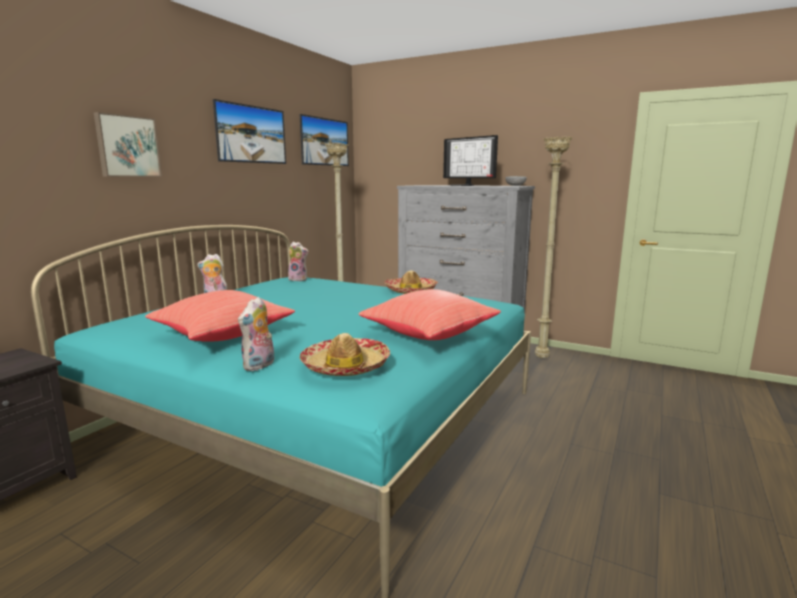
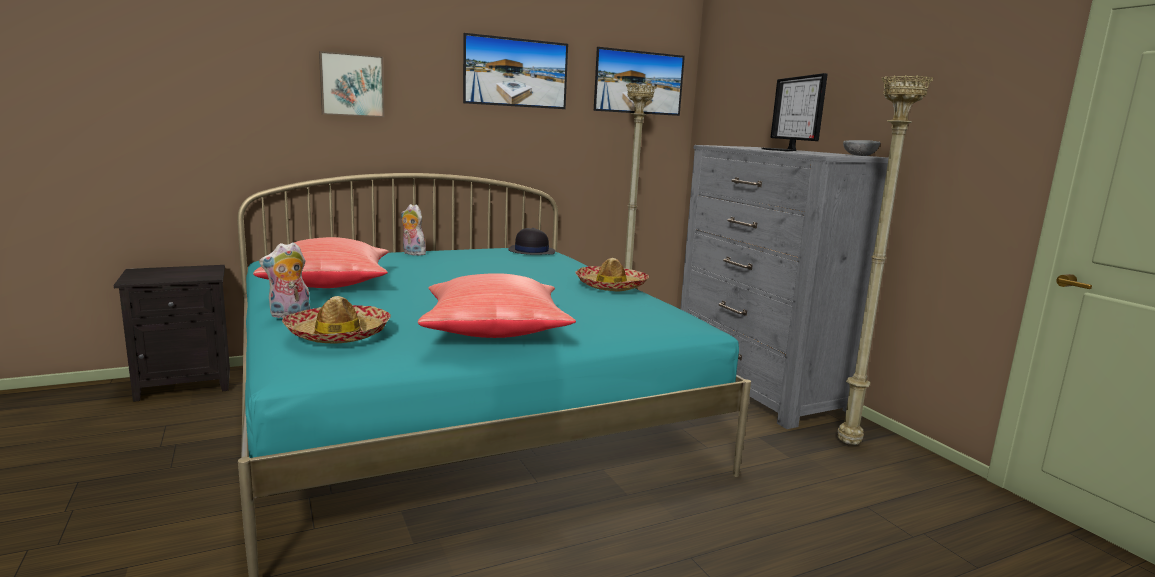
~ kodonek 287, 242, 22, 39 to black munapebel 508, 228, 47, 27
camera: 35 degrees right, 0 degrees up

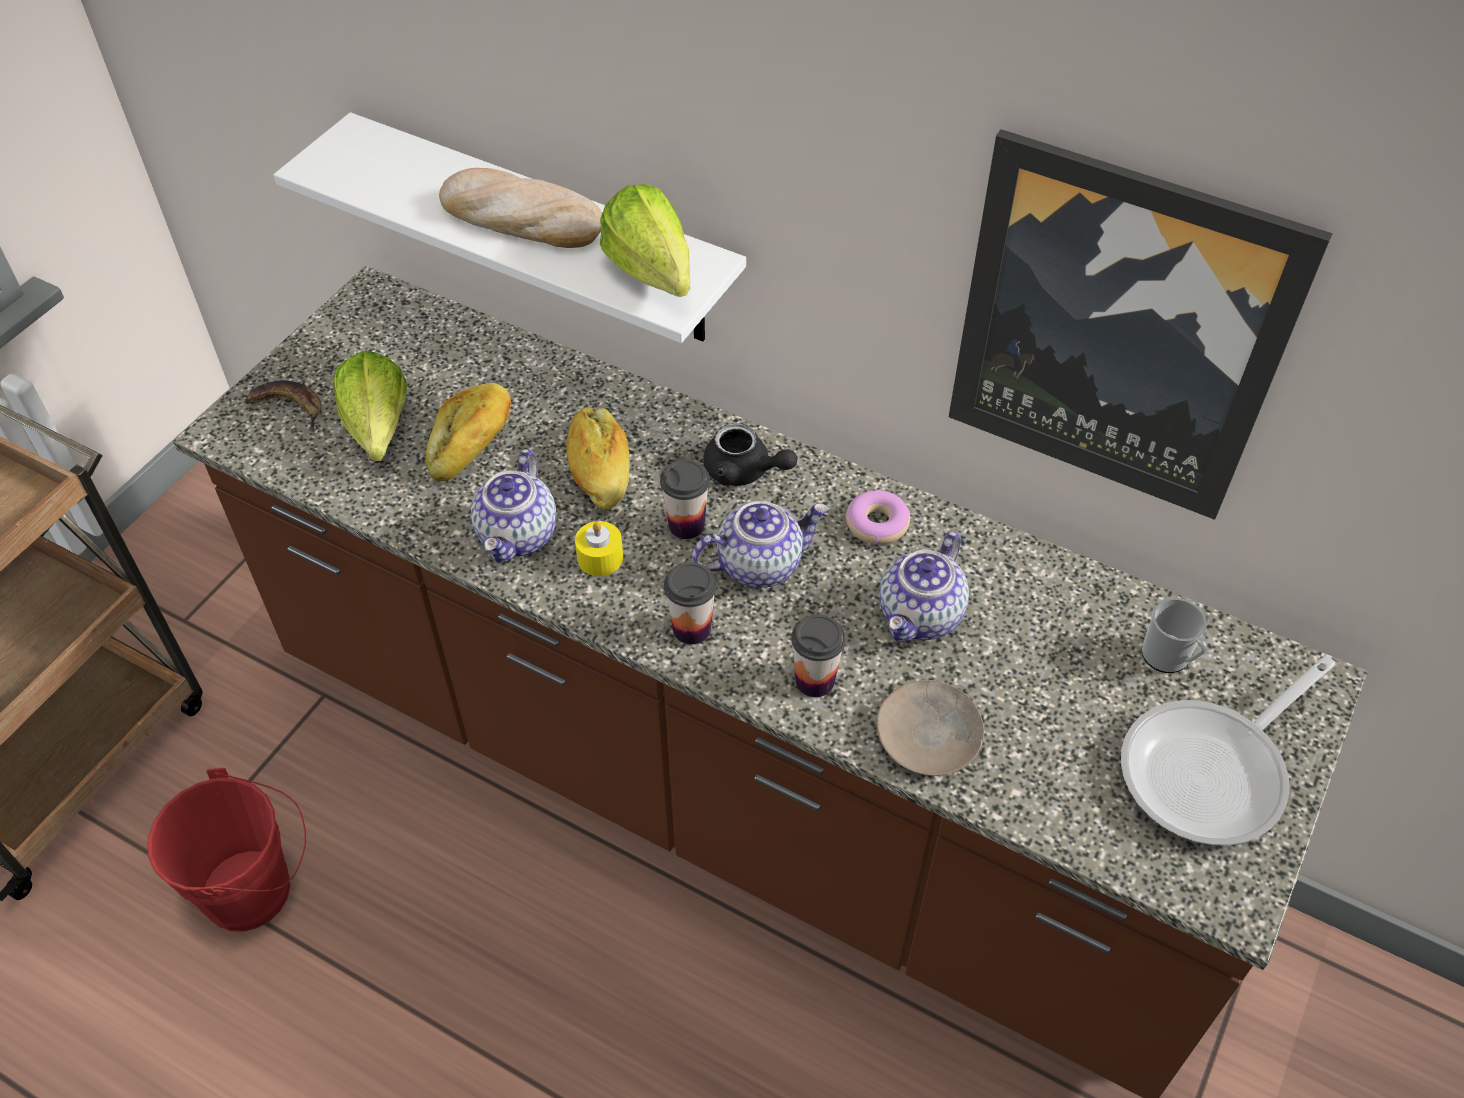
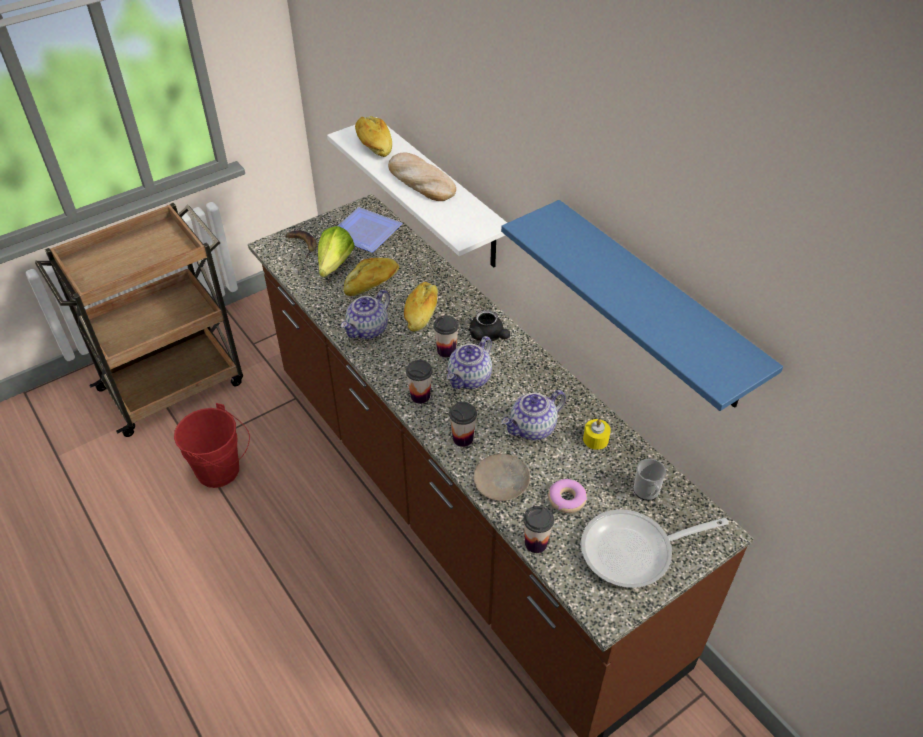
- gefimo 600, 184, 90, 113
+ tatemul 338, 207, 65, 46
+ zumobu 355, 116, 37, 41
+ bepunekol 523, 506, 31, 47
~ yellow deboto 575, 521, 48, 55 to 583, 419, 28, 31
~ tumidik 845, 490, 65, 55 to 548, 479, 39, 34
~ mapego 949, 129, 384, 391 to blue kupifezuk 501, 200, 282, 211
~ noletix 692, 501, 137, 87 = 447, 336, 45, 53 120 degrees clockwise
camera: 25 degrees right, 5 degrees down

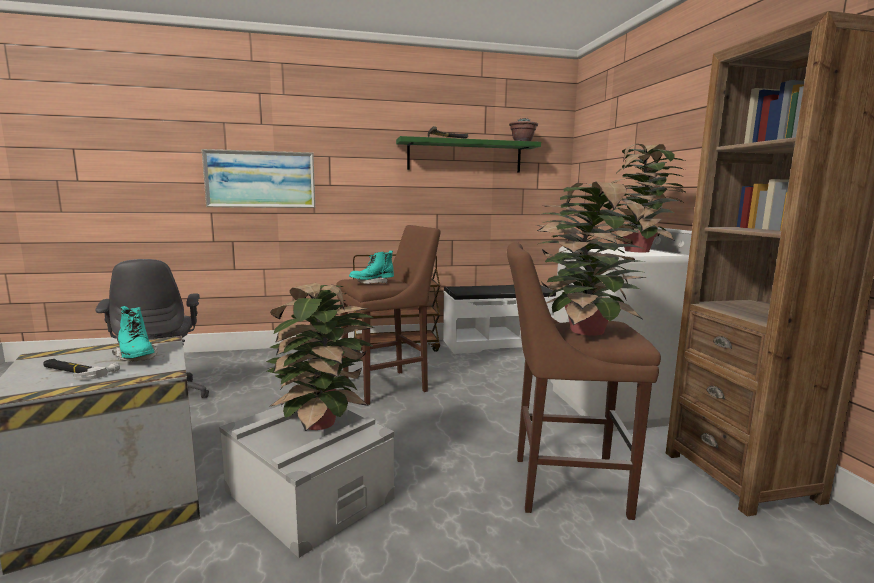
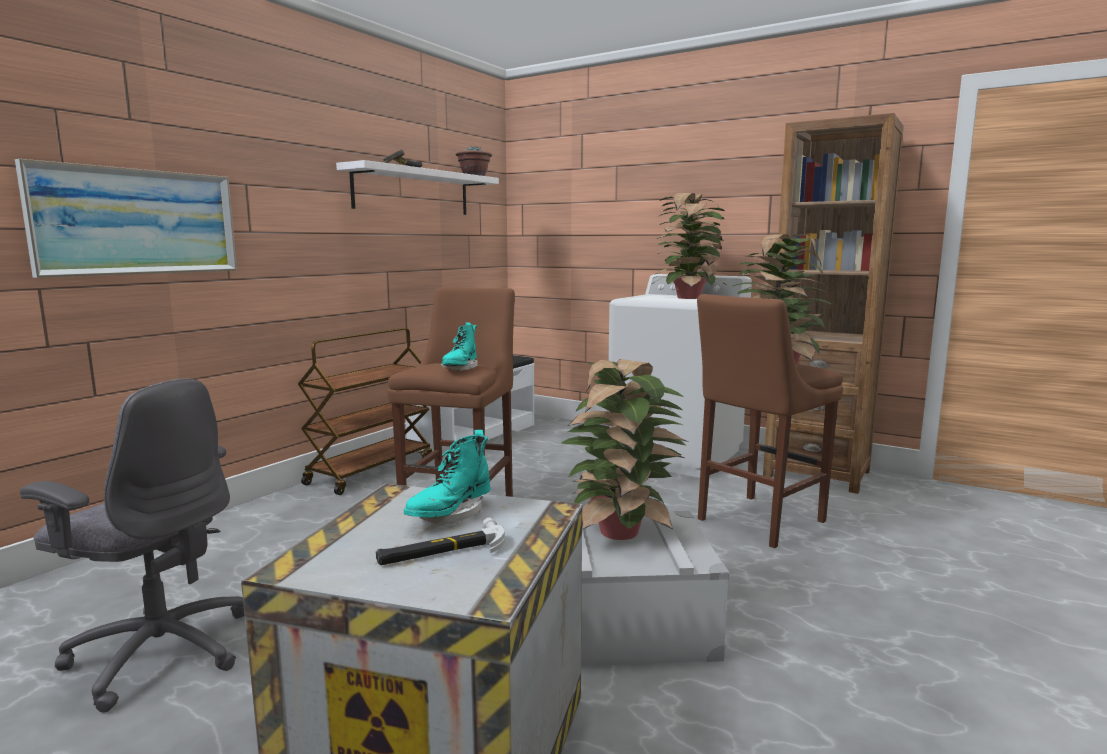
~ green kupifezuk 396, 136, 145, 37 to white kupifezuk 336, 160, 163, 55
~ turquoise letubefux 112, 306, 46, 56 = 404, 430, 86, 94 120 degrees clockwise
camera: 45 degrees left, 0 degrees up

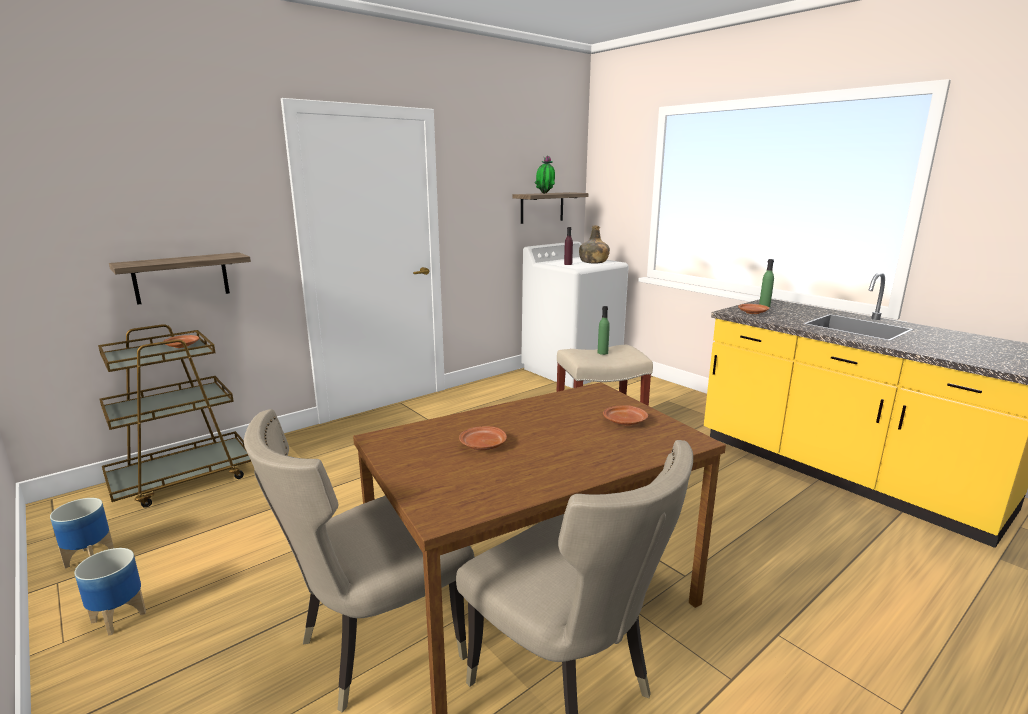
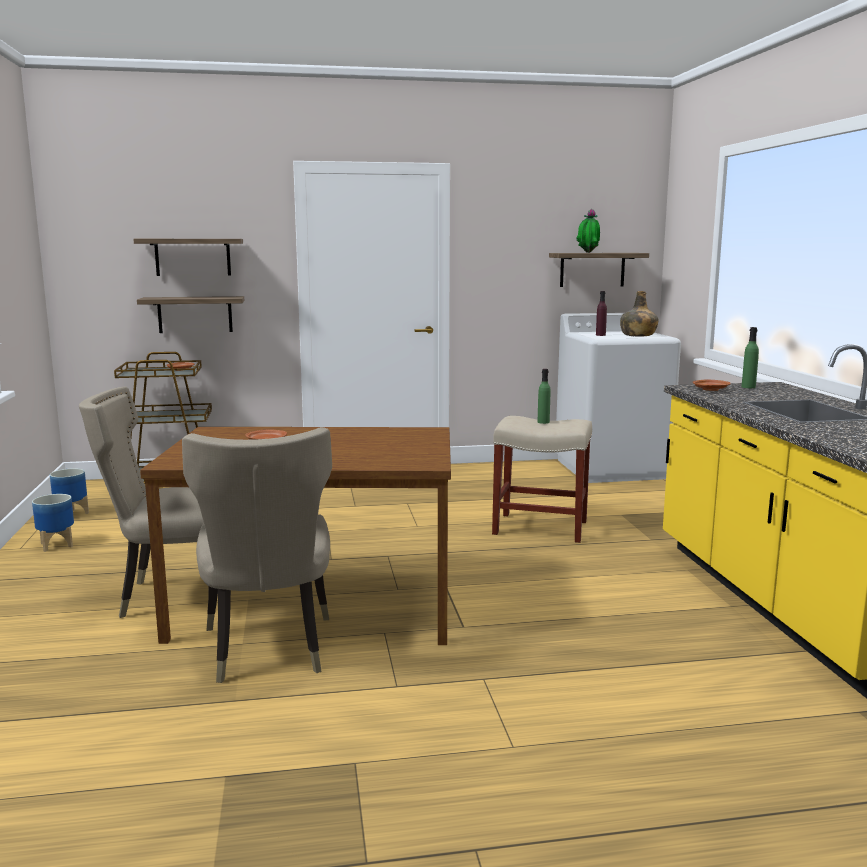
- brown tatemul 603, 405, 45, 21
+ kupifezuk 133, 239, 110, 37
camera: 30 degrees right, 5 degrees down

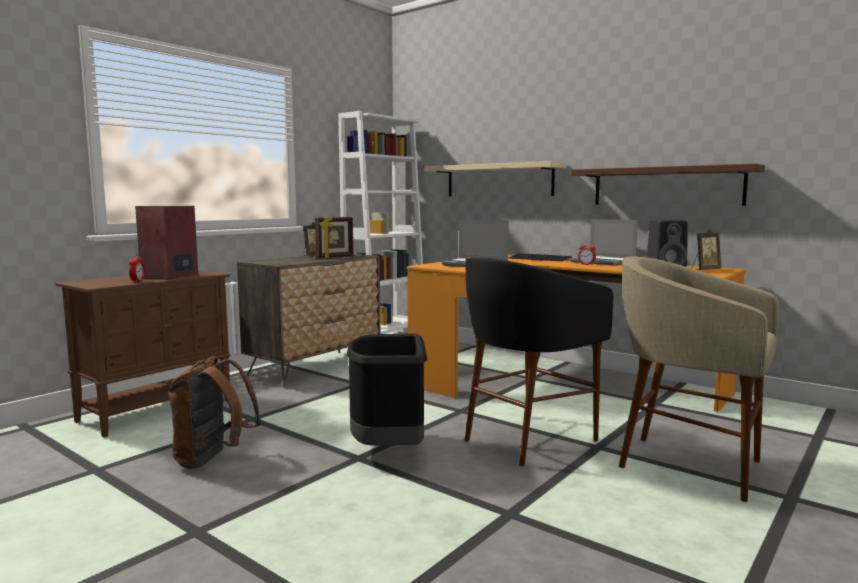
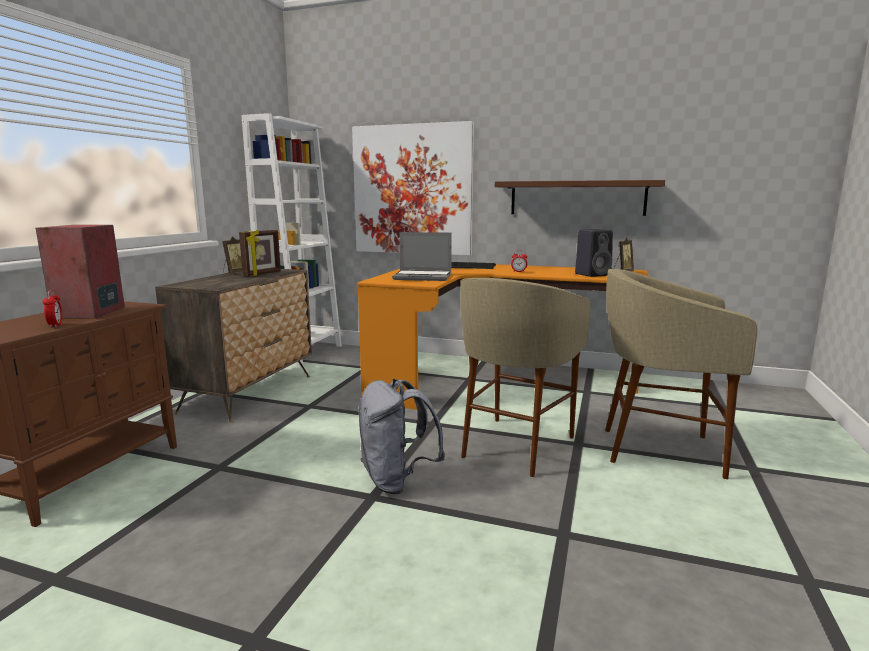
- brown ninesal 168, 356, 94, 113
- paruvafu 569, 219, 69, 47
~ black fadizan 347, 334, 80, 112 to grey ninesal 358, 379, 87, 115
~ beige kupifezuk 424, 161, 142, 35 to mapego 352, 121, 122, 134
~ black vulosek 465, 258, 148, 208 to beige vulosek 460, 278, 130, 199
camera: 20 degrees left, 5 degrees up

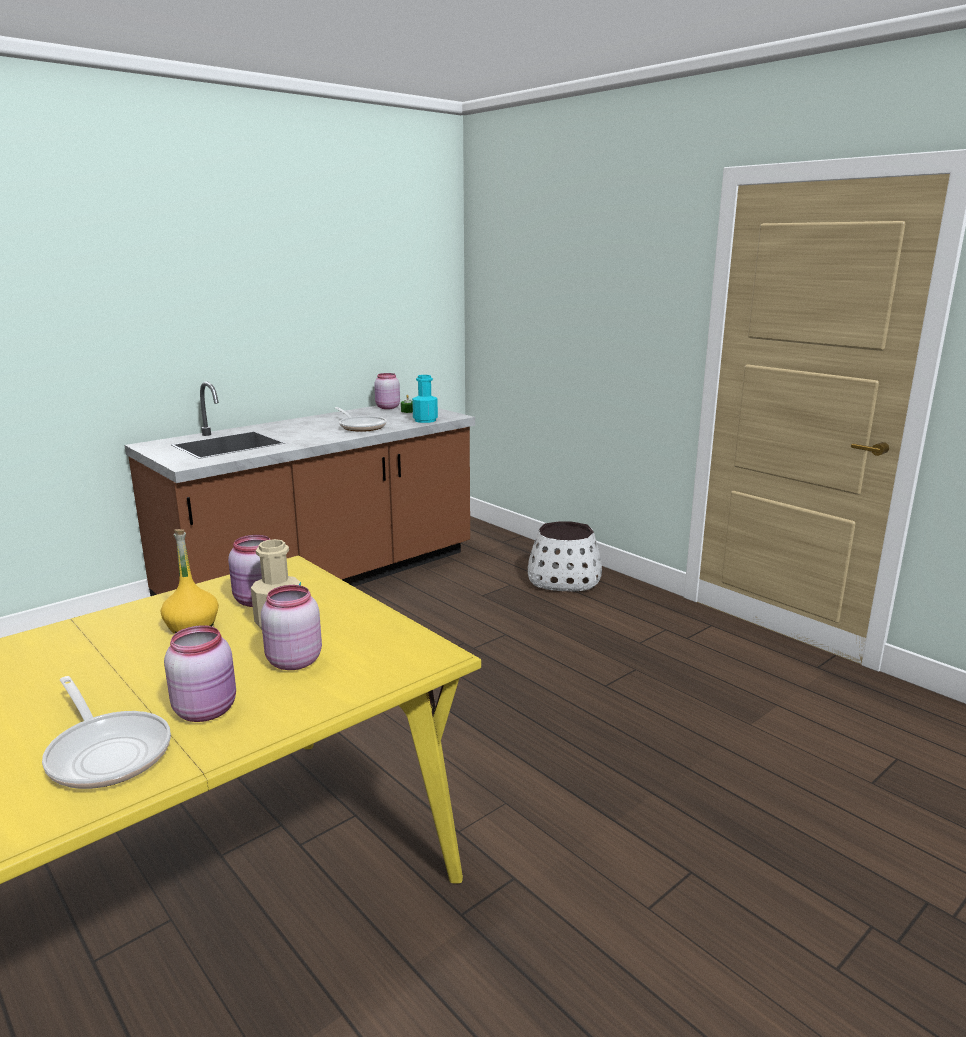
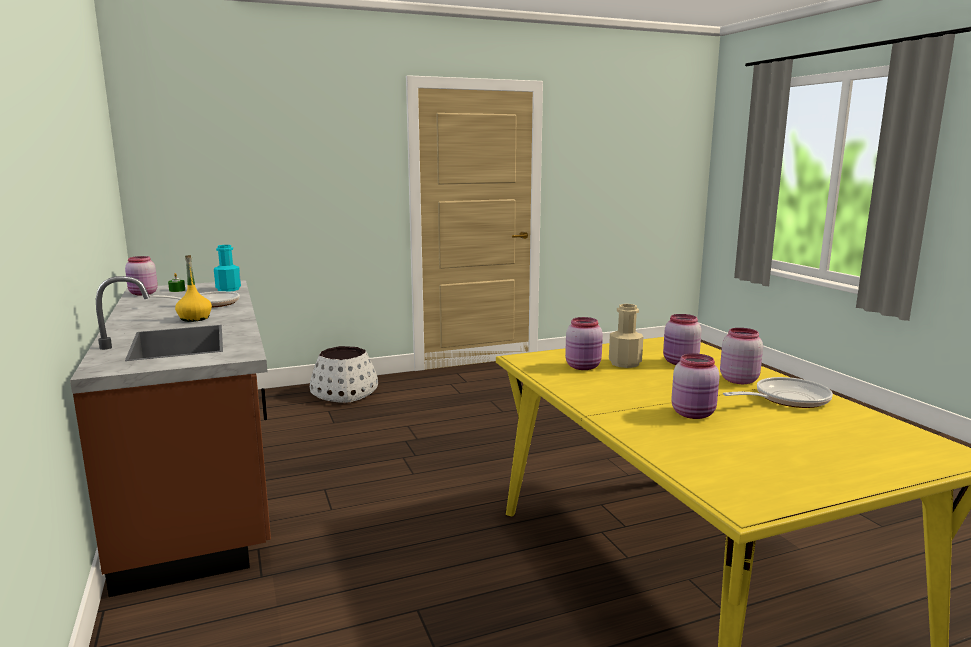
+ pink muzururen 671, 353, 48, 66
~ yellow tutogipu 161, 529, 58, 105 to 175, 255, 37, 67
camera: 70 degrees left, 5 degrees down

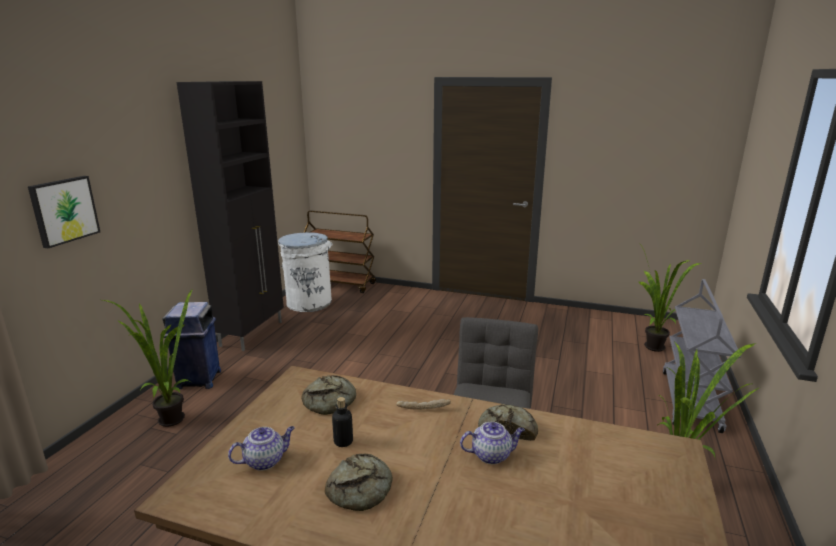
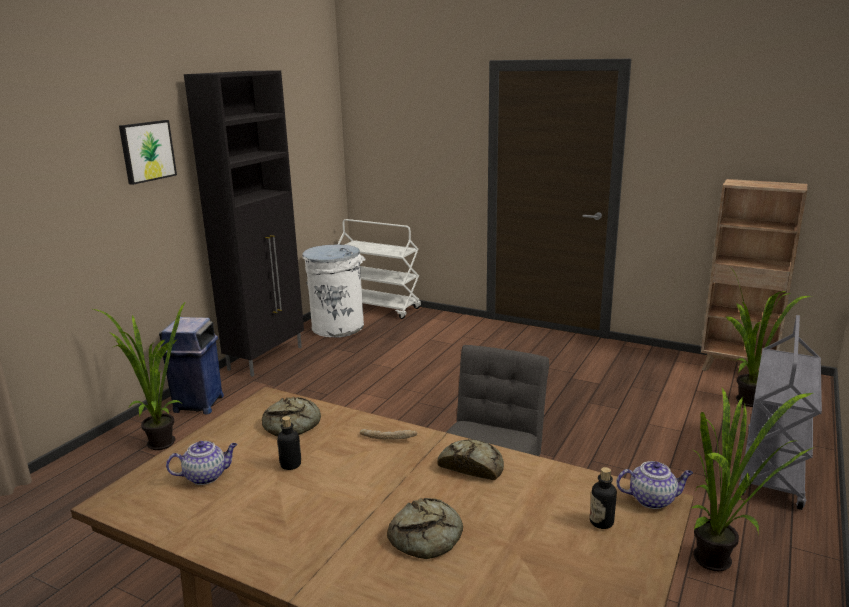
+ tutogipu 590, 467, 27, 62
+ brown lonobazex 701, 179, 106, 192
~ mapego 28, 176, 72, 72 to 119, 120, 58, 65
~ zumobu 325, 454, 68, 57 to 387, 498, 76, 61
~ noletix 460, 422, 65, 42 to 616, 461, 77, 48
~ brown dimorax 304, 211, 72, 82 to white dimorax 338, 219, 83, 100
camera: 10 degrees right, 0 degrees up

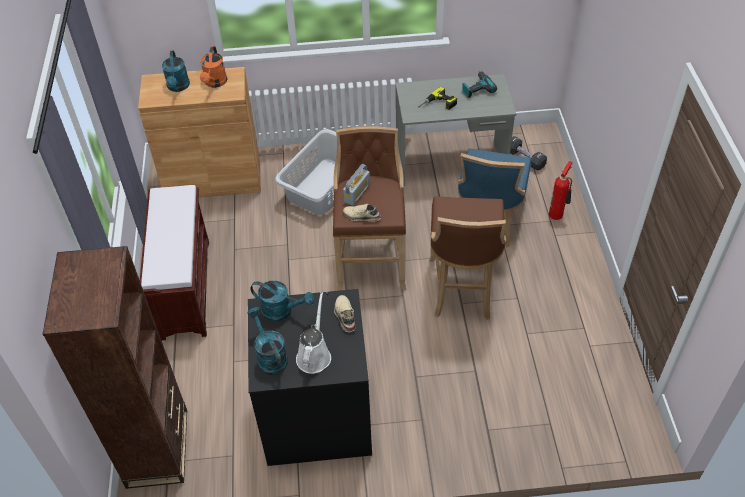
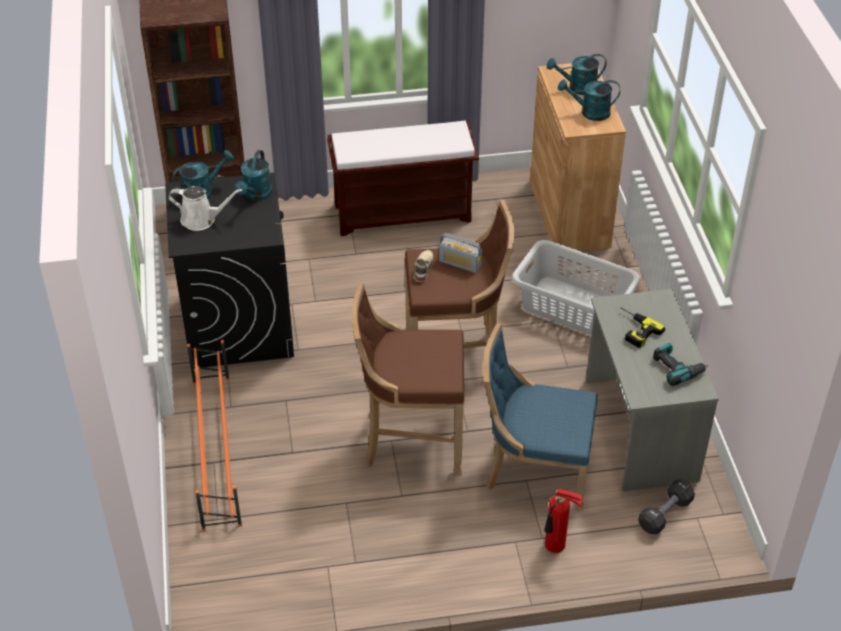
- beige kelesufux 334, 295, 22, 37
+ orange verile 187, 340, 55, 191
~ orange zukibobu 200, 46, 27, 42 to turquoise zukibobu 558, 79, 62, 42
camera: 85 degrees right, 5 degrees down

